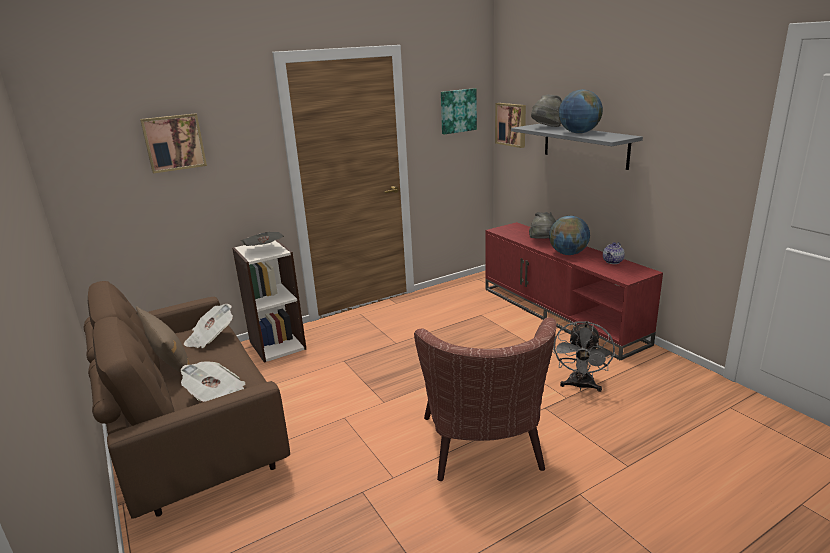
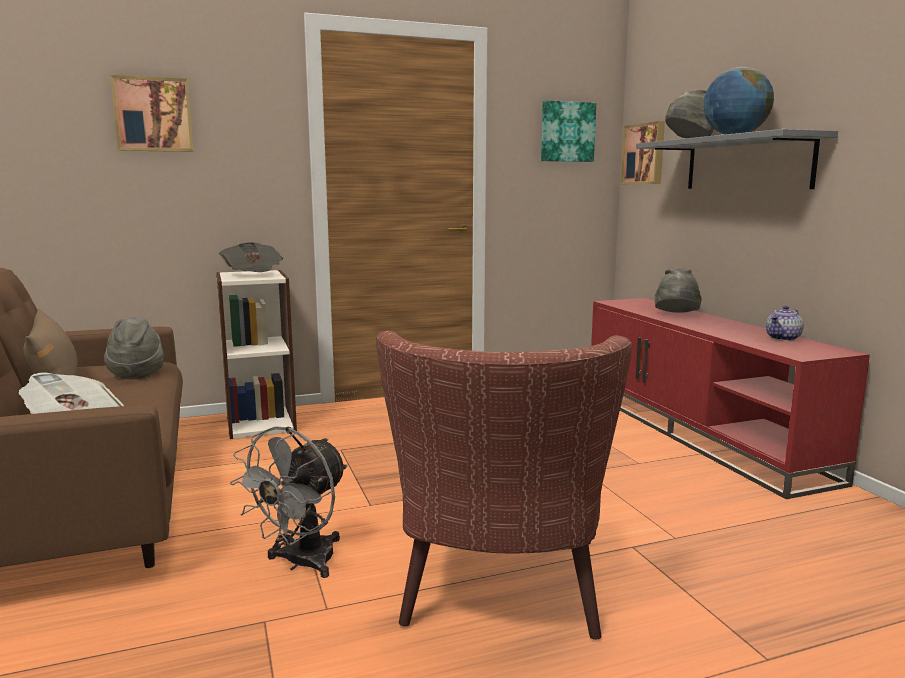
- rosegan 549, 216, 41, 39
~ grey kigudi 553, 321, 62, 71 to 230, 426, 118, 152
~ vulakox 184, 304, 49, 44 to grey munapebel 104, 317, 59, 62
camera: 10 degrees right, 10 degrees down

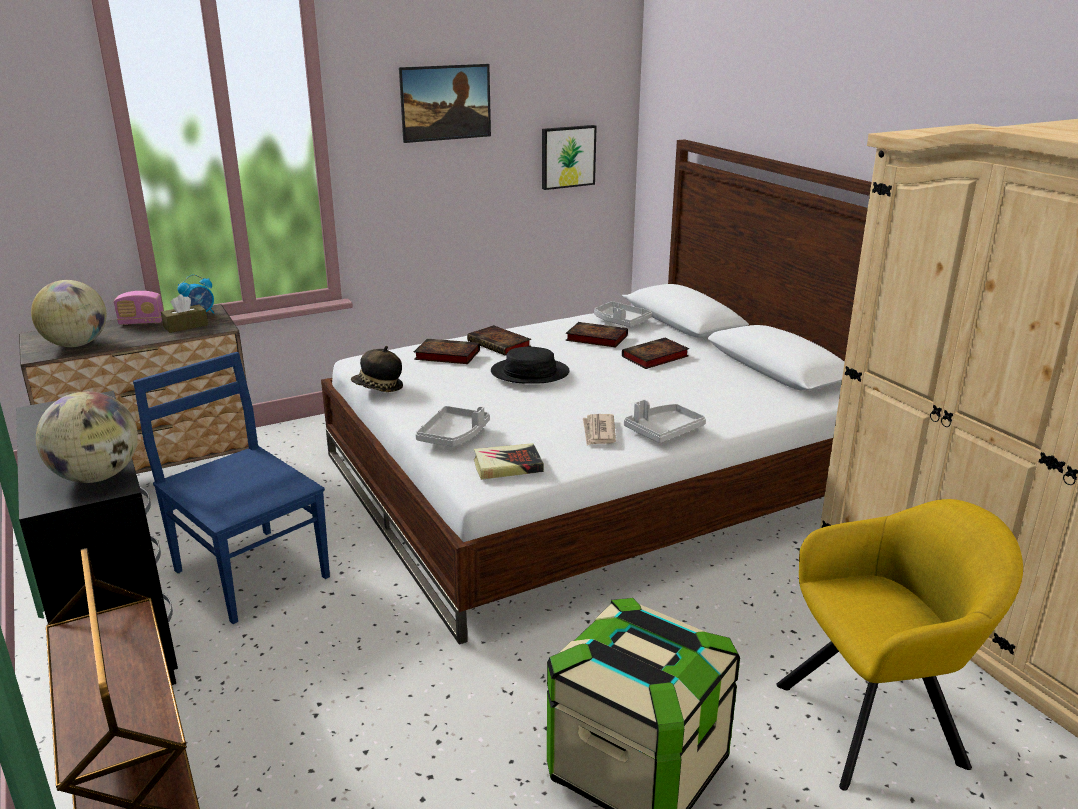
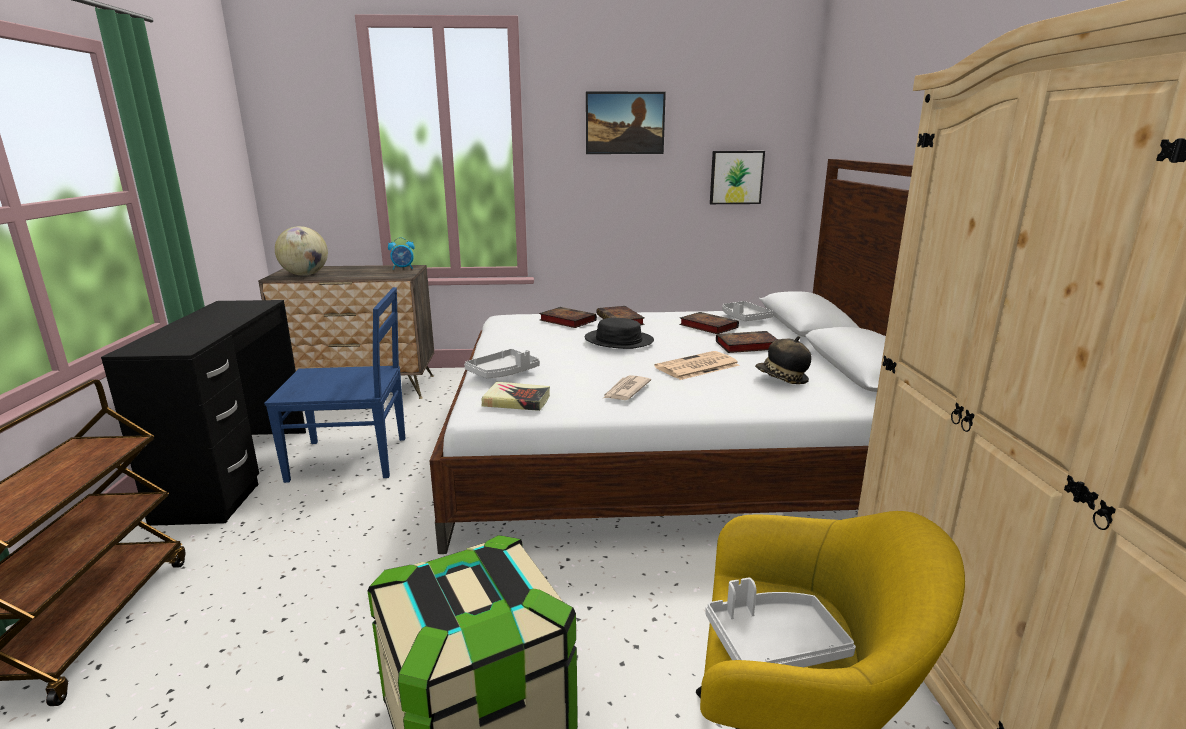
- rosegan 36, 391, 102, 92
- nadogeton 114, 291, 49, 34
- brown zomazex 161, 294, 47, 39
+ vulakox 654, 351, 86, 29
~ munapebel 351, 346, 52, 46 to 755, 336, 57, 48
~ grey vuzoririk 624, 400, 82, 43 to 705, 578, 151, 89
~ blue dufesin 133, 352, 197, 272 = 264, 287, 142, 196 105 degrees clockwise
camera: 25 degrees right, 5 degrees down

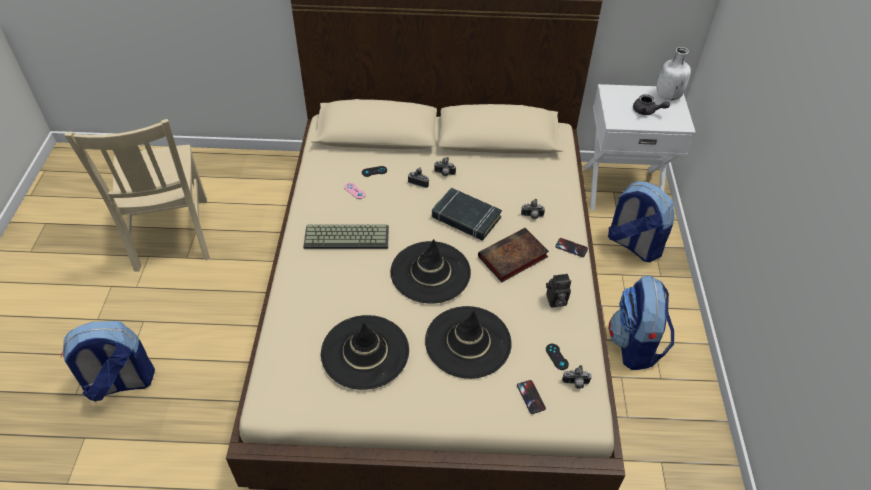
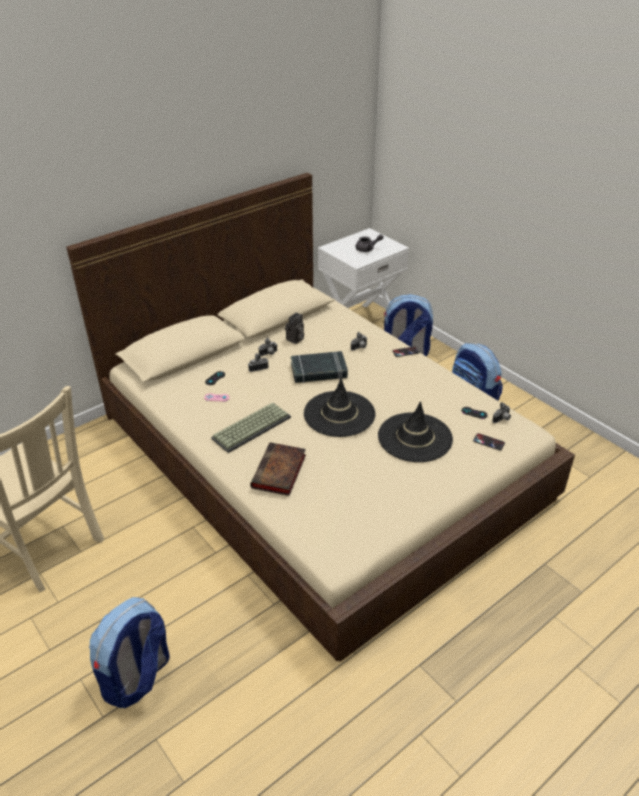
- black munapebel 321, 315, 88, 75
- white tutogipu 657, 47, 34, 53
~ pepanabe 478, 228, 71, 54 to 250, 442, 56, 54
~ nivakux 546, 274, 25, 33 to 285, 313, 19, 31
camera: 40 degrees left, 10 degrees down

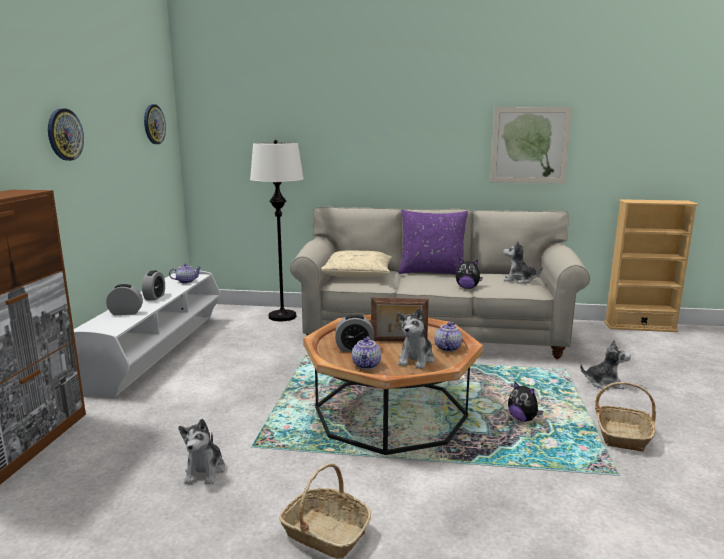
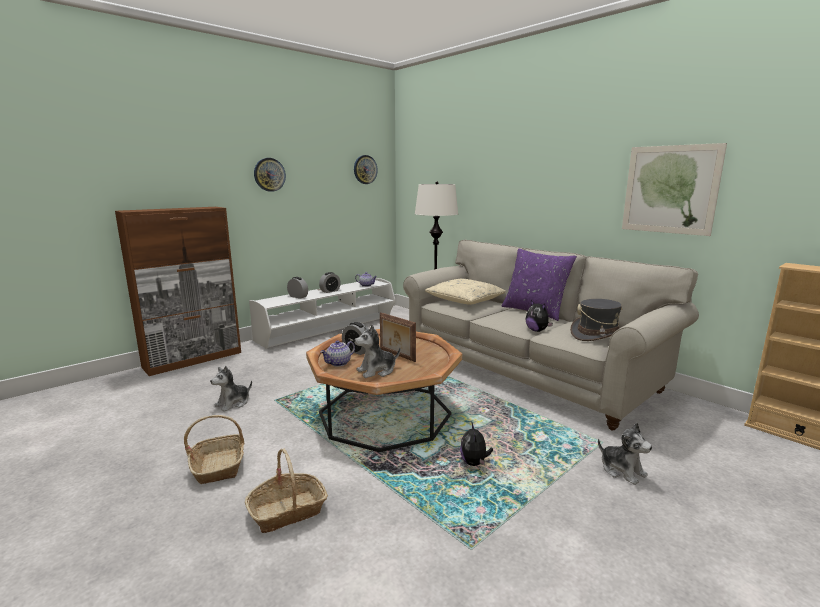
- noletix 435, 322, 27, 30
~ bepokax 595, 382, 61, 70 to 245, 448, 83, 85
~ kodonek 503, 241, 40, 43 to grey munapebel 570, 299, 52, 42
camera: 40 degrees right, 0 degrees up

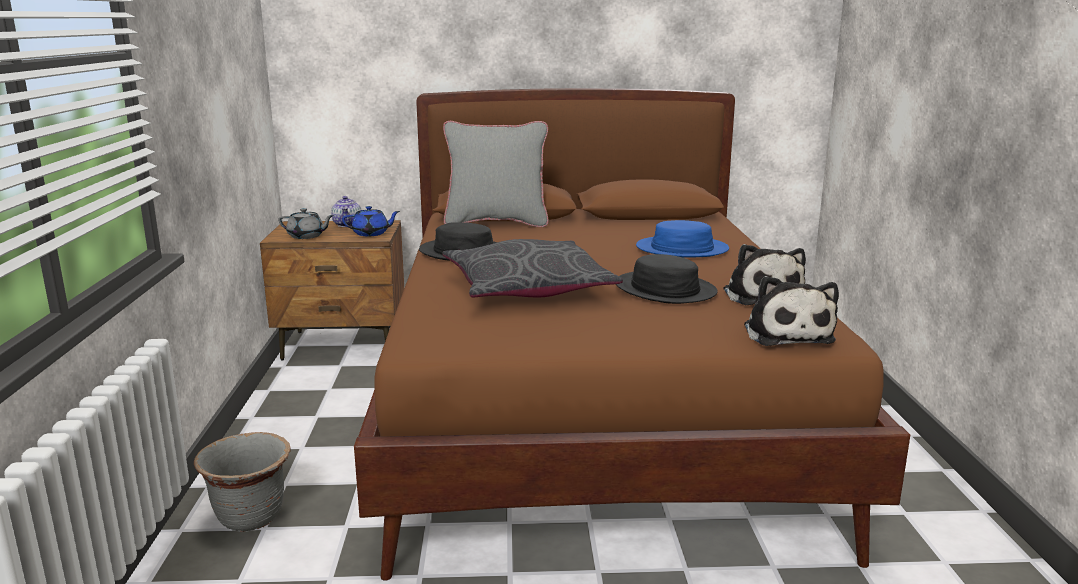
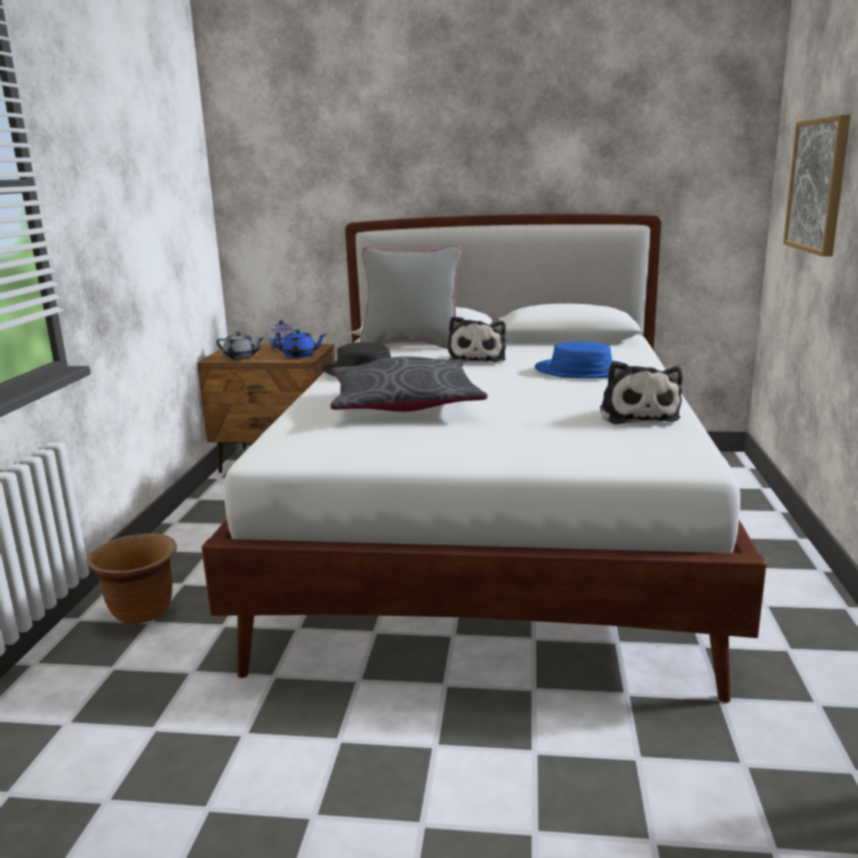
- black munapebel 616, 254, 102, 50
+ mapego 783, 115, 68, 142
~ kodonek 744, 276, 95, 70 to 448, 316, 58, 46
~ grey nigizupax 194, 432, 97, 100 to brown nigizupax 87, 533, 90, 91
~ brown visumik 354, 88, 556, 492 to white visumik 201, 213, 566, 490
camera: 10 degrees right, 0 degrees up

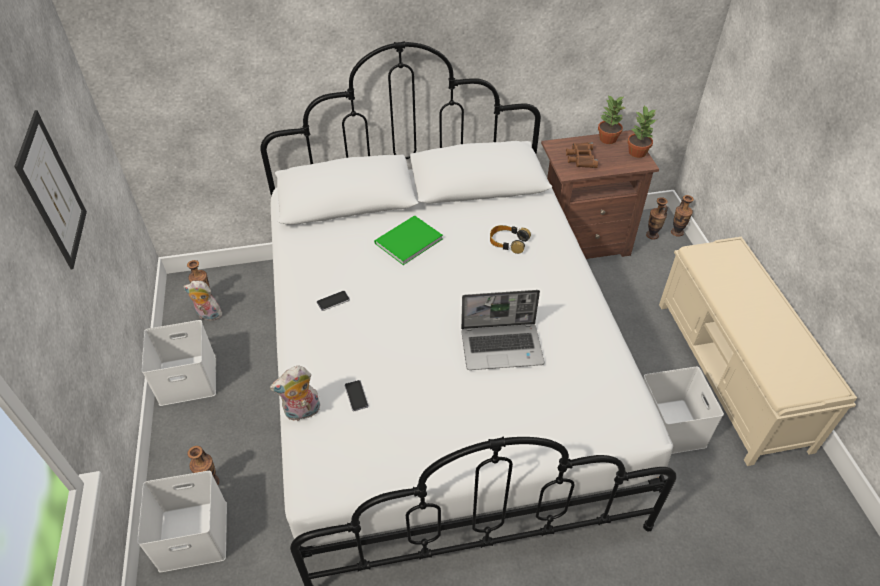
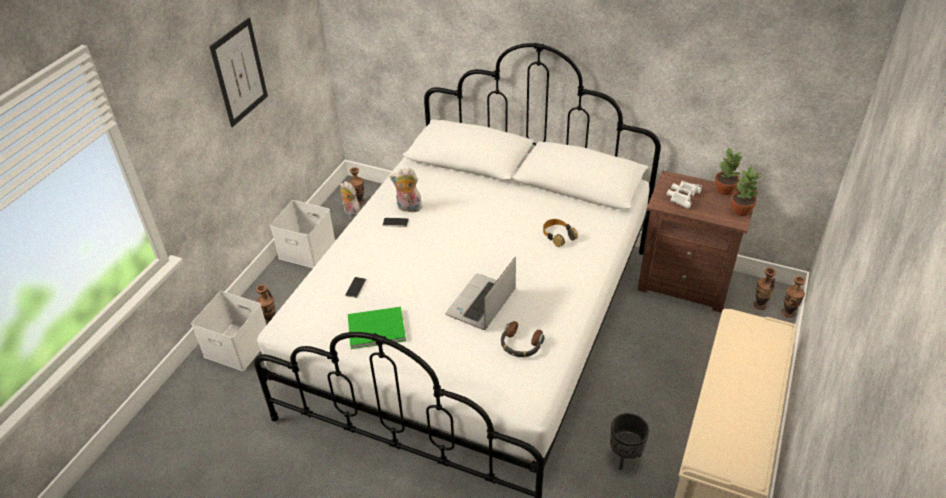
+ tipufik 501, 321, 44, 37
~ kodonek 270, 366, 50, 55 to 390, 168, 32, 44
~ green pepanabe 374, 215, 69, 50 to 348, 307, 58, 42
~ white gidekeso 643, 367, 81, 87 to black nigizupax 610, 413, 39, 57
~ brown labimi 566, 142, 32, 26 to white labimi 667, 181, 35, 28
~ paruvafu 461, 290, 83, 80 = 446, 257, 70, 73 90 degrees clockwise
camera: 35 degrees right, 5 degrees down

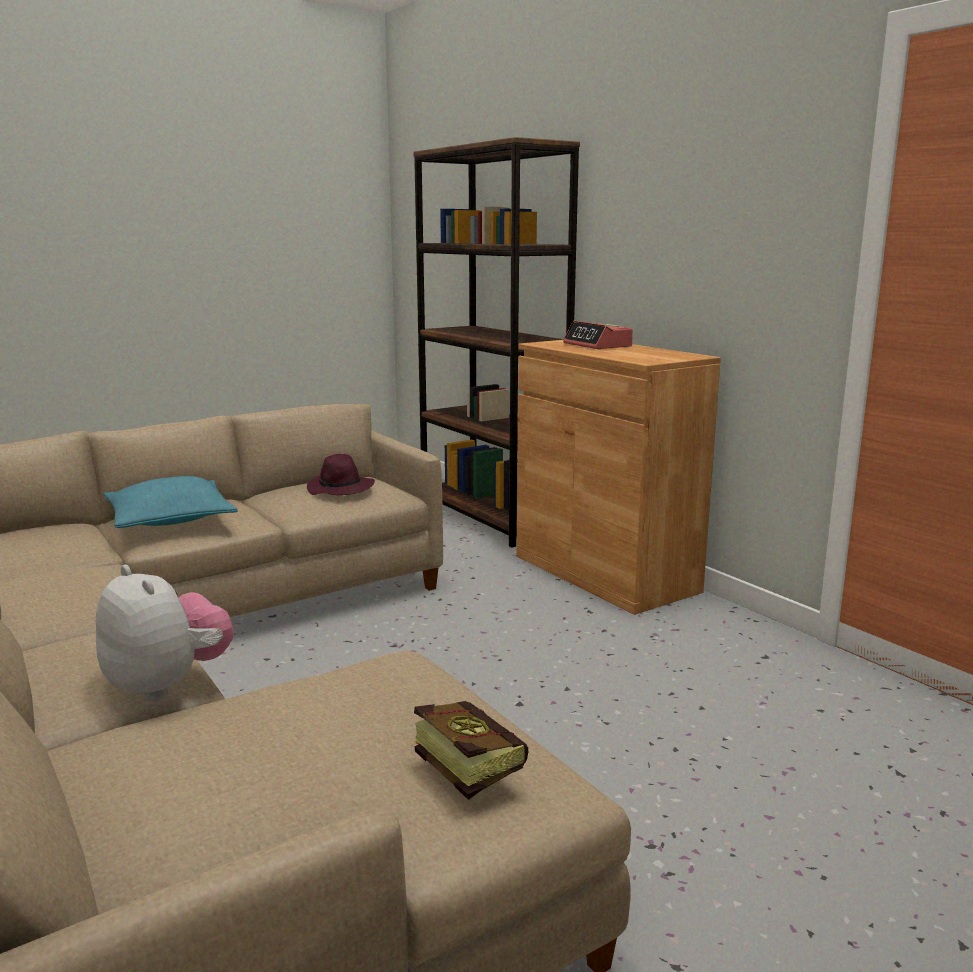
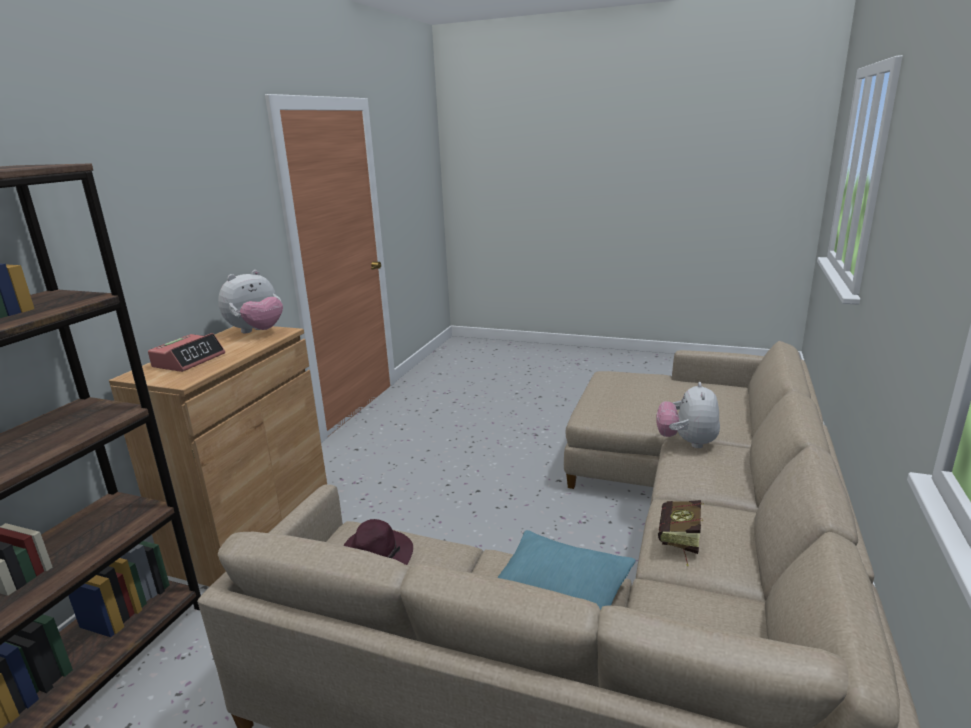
+ kodonek 218, 270, 65, 63
~ pepanabe 414, 701, 114, 99 to 658, 500, 46, 66
camera: 125 degrees left, 5 degrees up

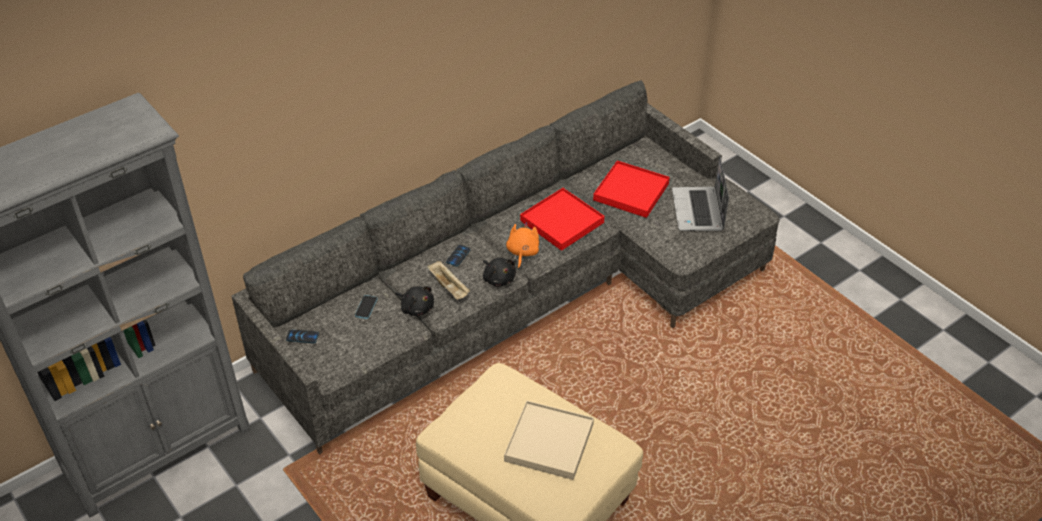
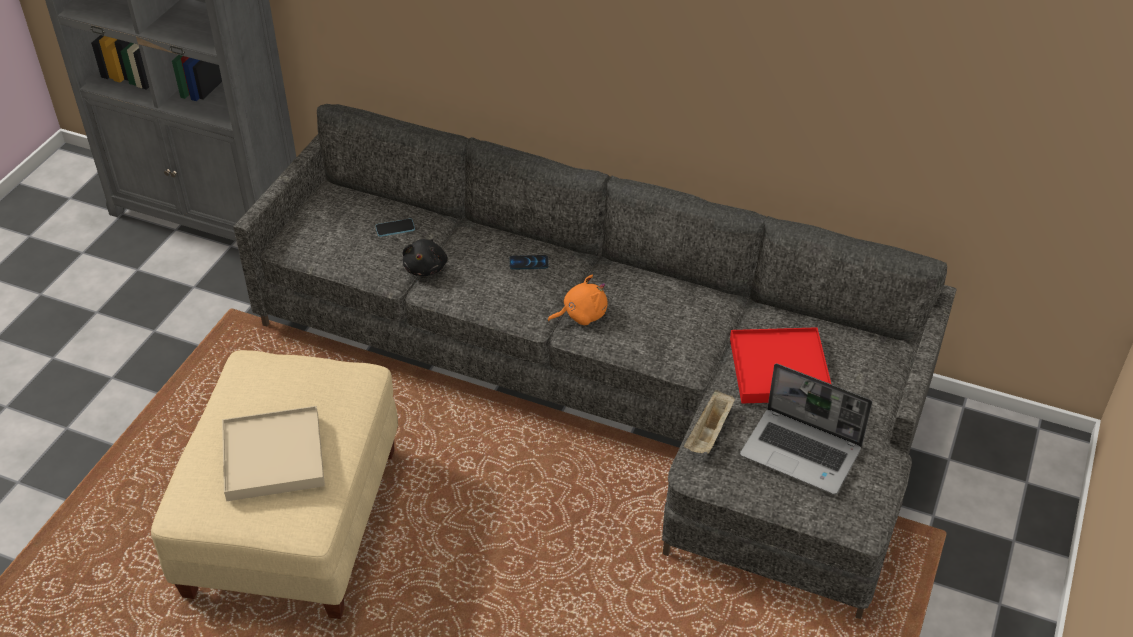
- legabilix 286, 329, 33, 14
- black kodonek 483, 258, 33, 29
- red vuzoririk 520, 188, 85, 63
~ beige vuzoririk 428, 261, 42, 39 to 684, 390, 51, 64
~ paruvafu 672, 155, 57, 76 = 740, 363, 132, 132 120 degrees counterclockwise
camera: 60 degrees right, 0 degrees up

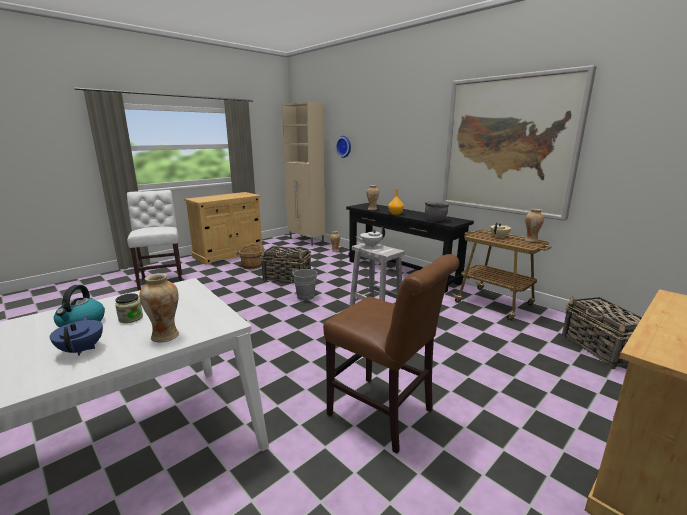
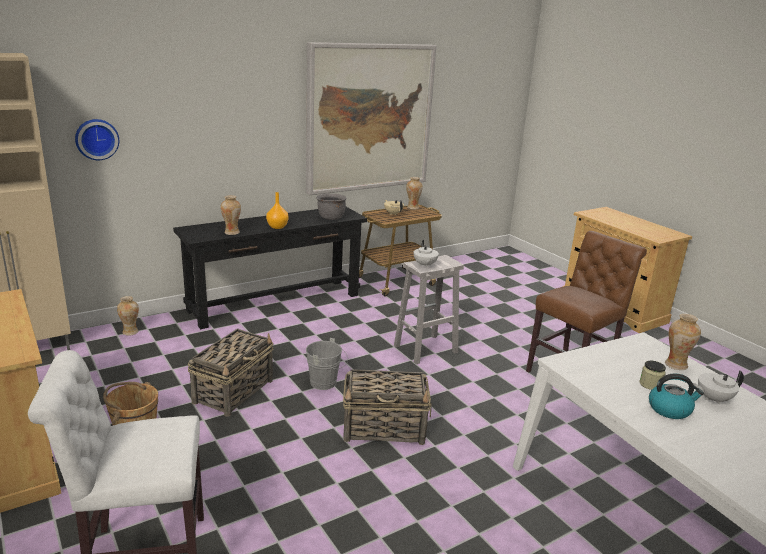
~ bepokax 562, 296, 80, 73 to 343, 369, 89, 76
~ blue noletix 50, 315, 53, 41 to white noletix 693, 370, 51, 34
camera: 80 degrees left, 5 degrees up

